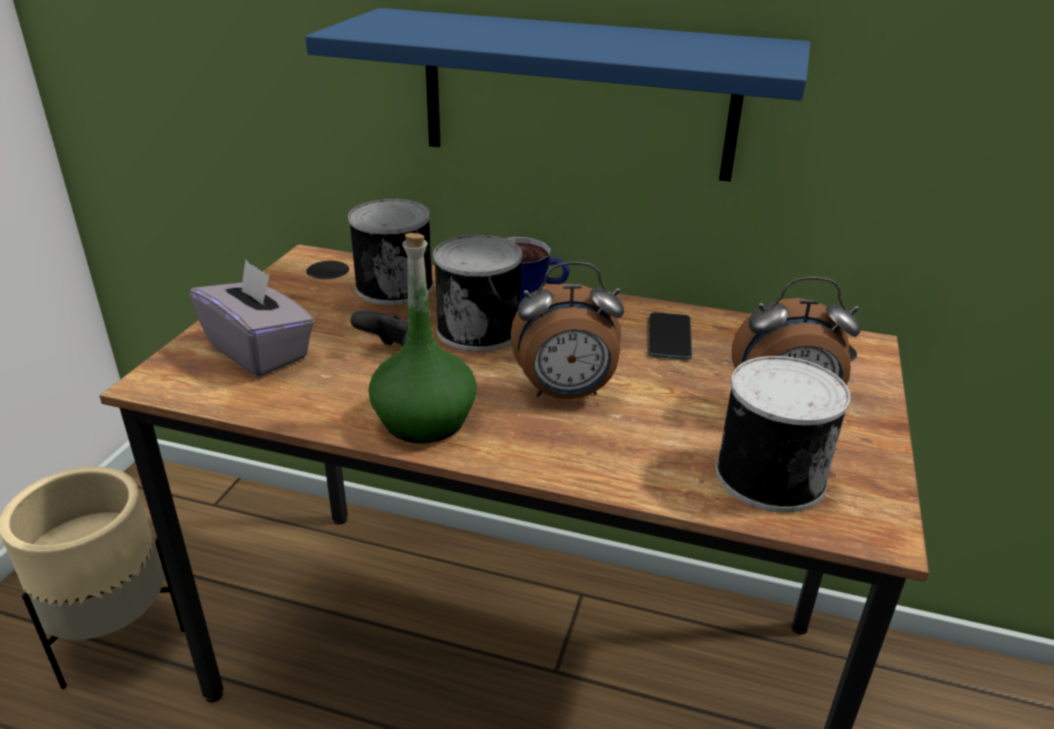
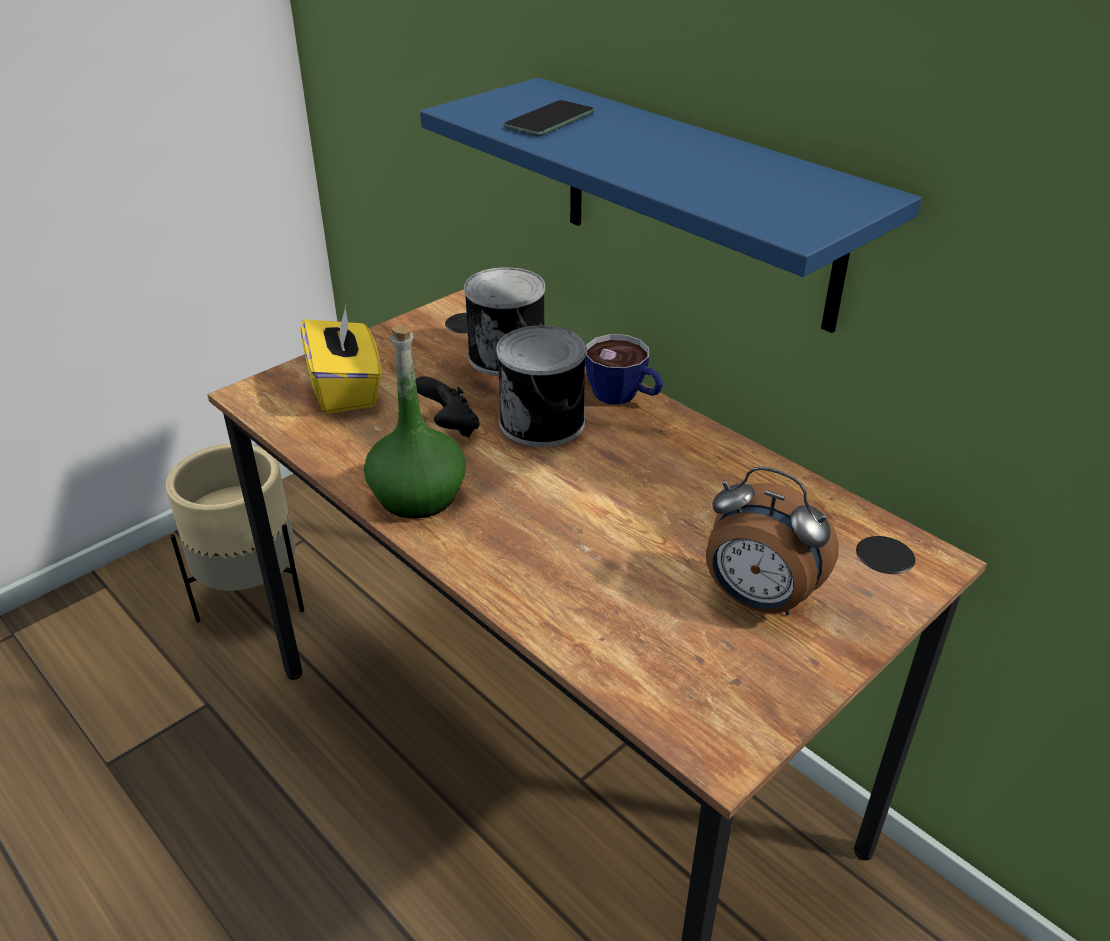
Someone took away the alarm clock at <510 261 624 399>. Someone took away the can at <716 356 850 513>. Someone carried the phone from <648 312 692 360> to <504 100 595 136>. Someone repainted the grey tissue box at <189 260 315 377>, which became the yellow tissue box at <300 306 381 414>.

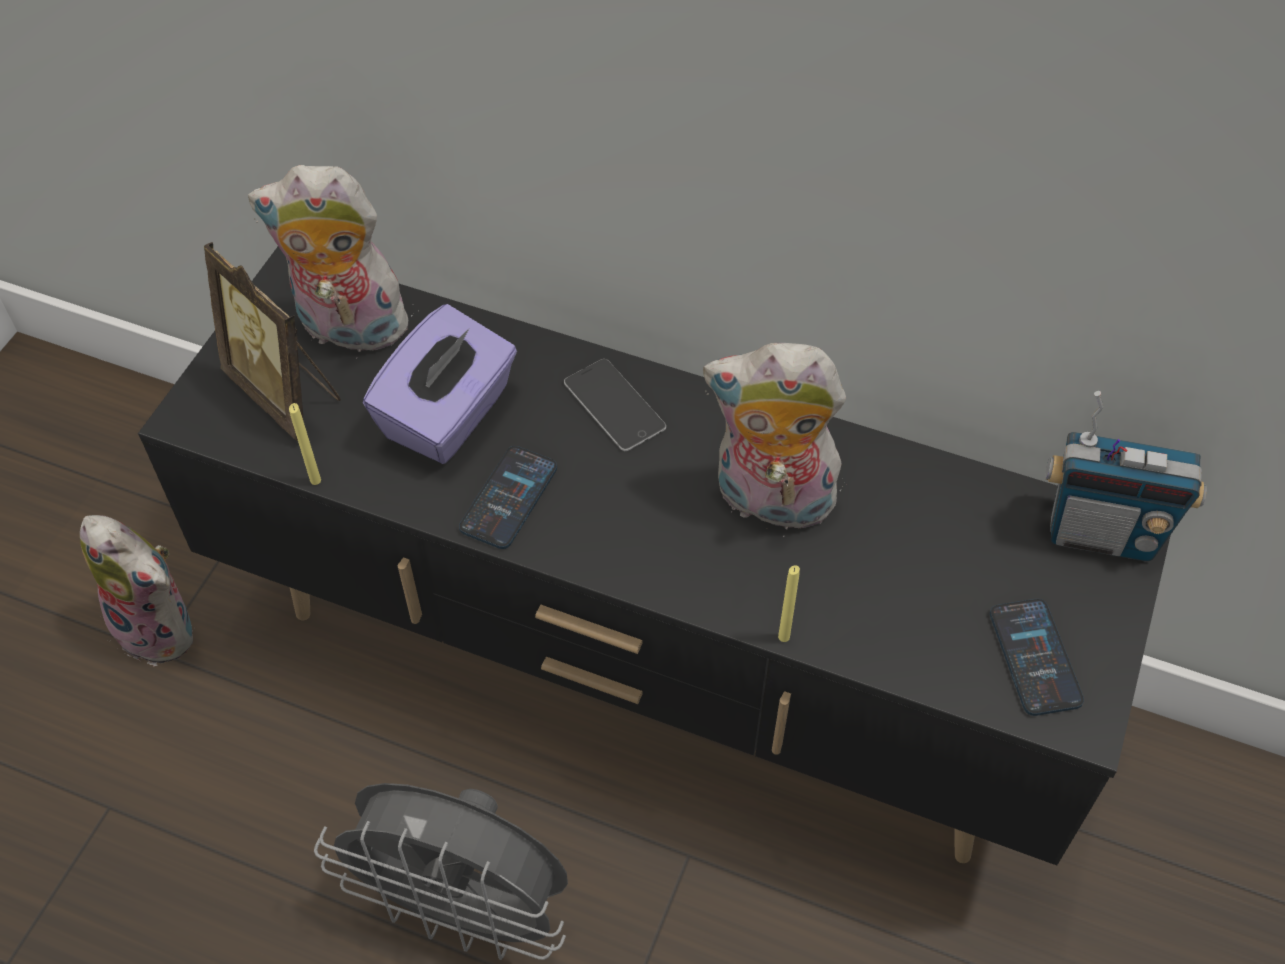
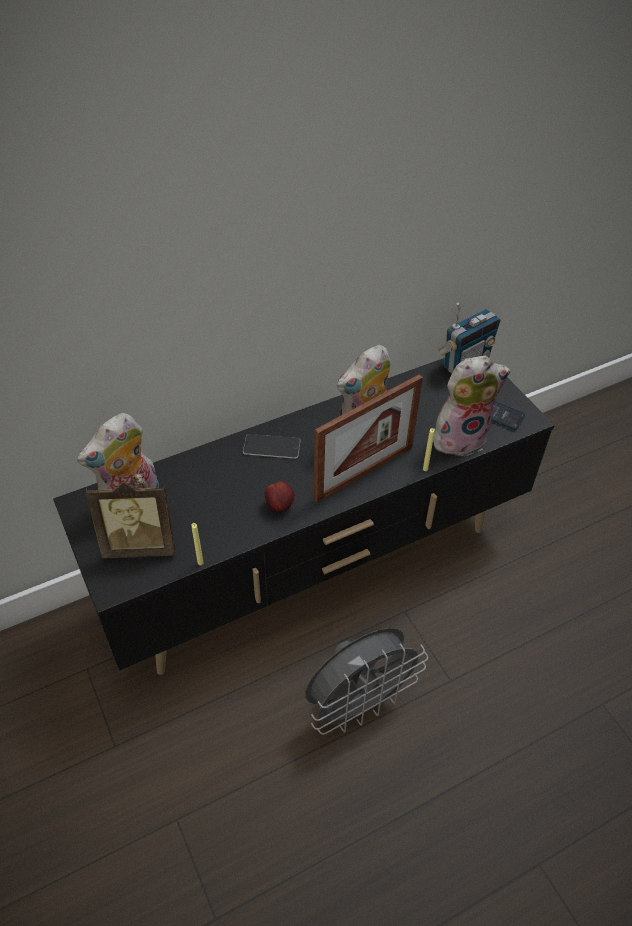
Someone took away the purple tissue box at <363 304 517 464>. Someone put down the picture frame at <314 374 423 503>. Someone carried the plush toy from <80 515 193 666> to <433 356 511 456>. Someone swapped the phone at <459 446 557 549> for the apple at <265 481 295 512>.

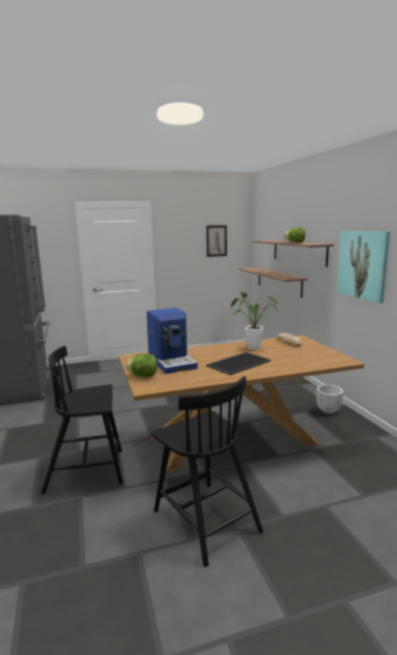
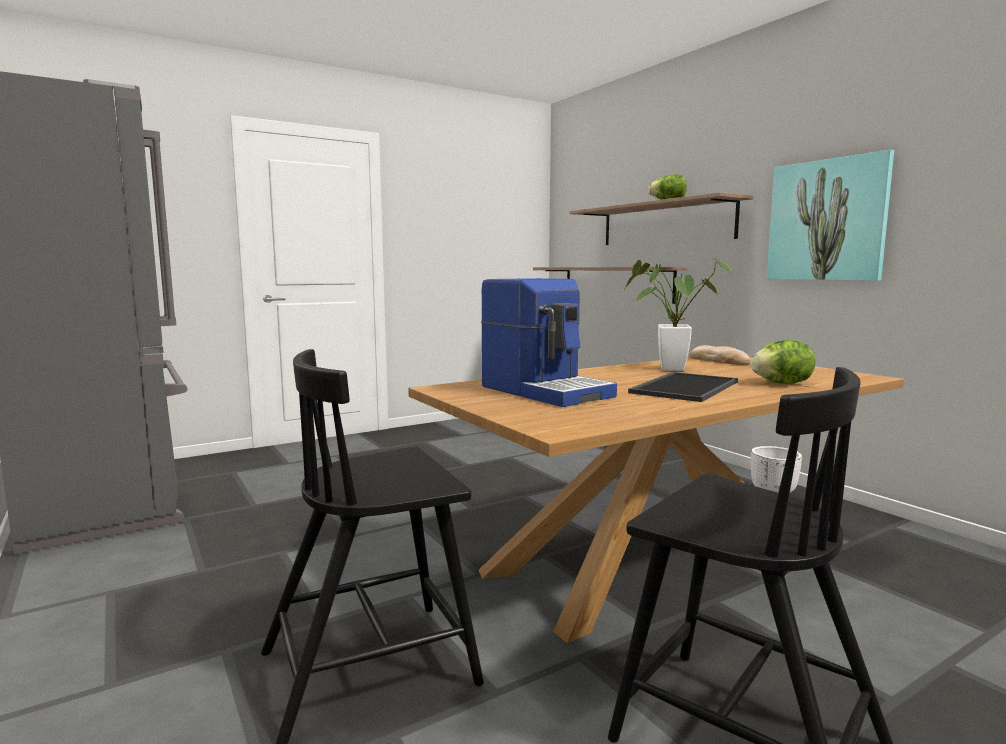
Someone took away the picture at <206 225 227 257>. Someone carried the lettuce from <126 354 158 377> to <750 340 816 384>.

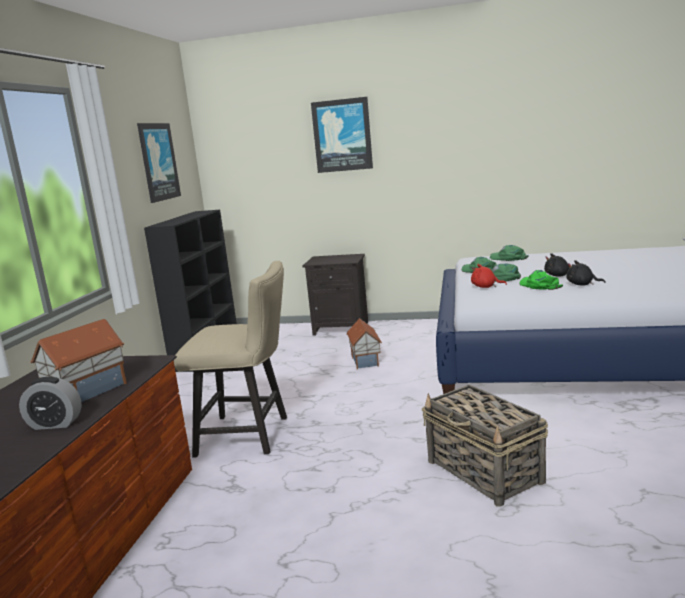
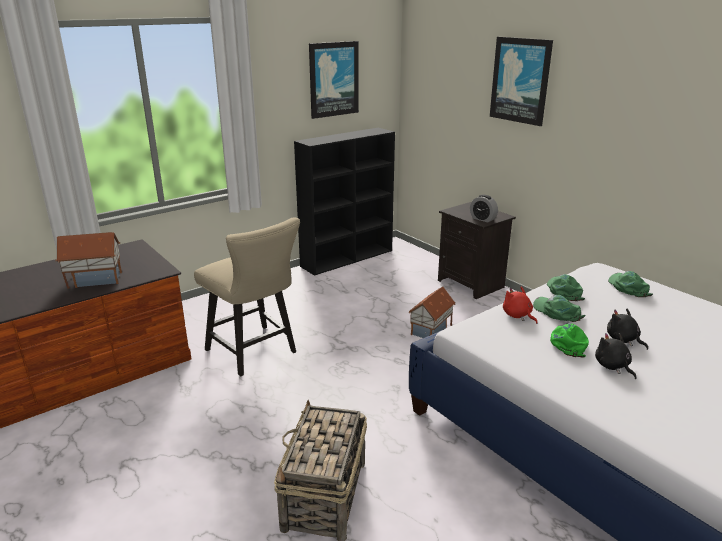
Someone carried the alarm clock from <19 377 82 430> to <470 195 498 222>.

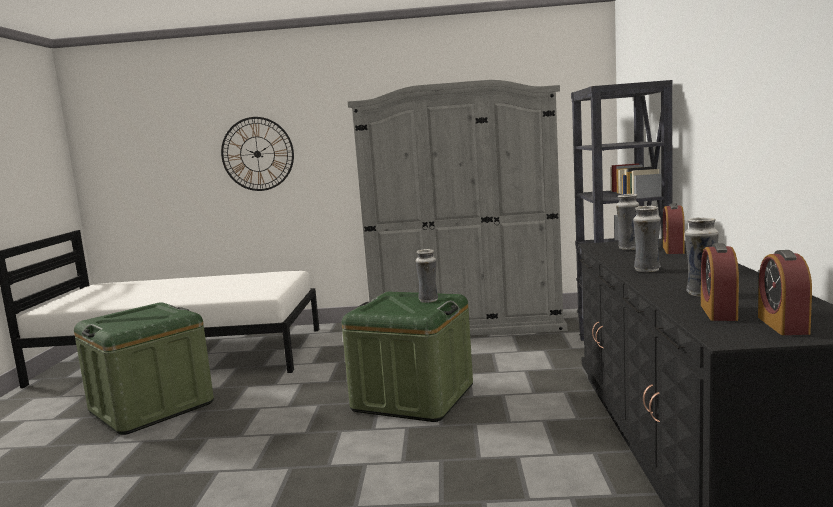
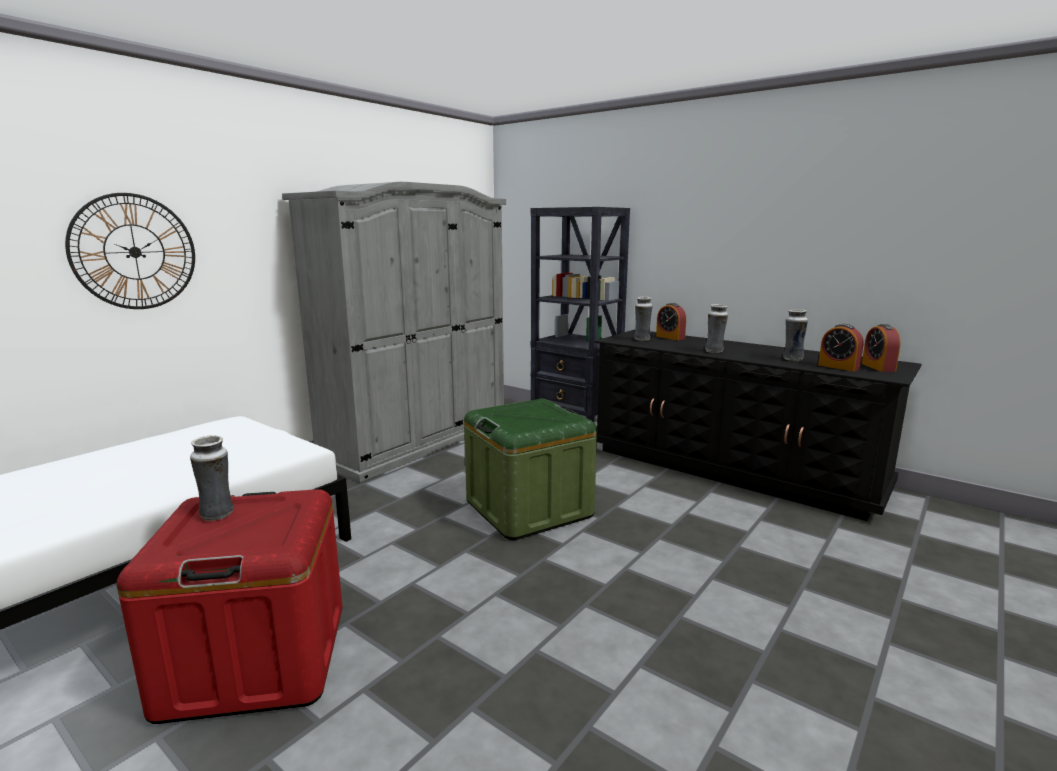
Someone carried the vase from <416 249 438 303> to <190 435 234 521>. Someone repainted the green storage box at <74 302 214 435>, which became the red storage box at <117 489 342 724>. Someone rotated the alarm clock at <758 250 812 335> by 45 degrees clockwise.

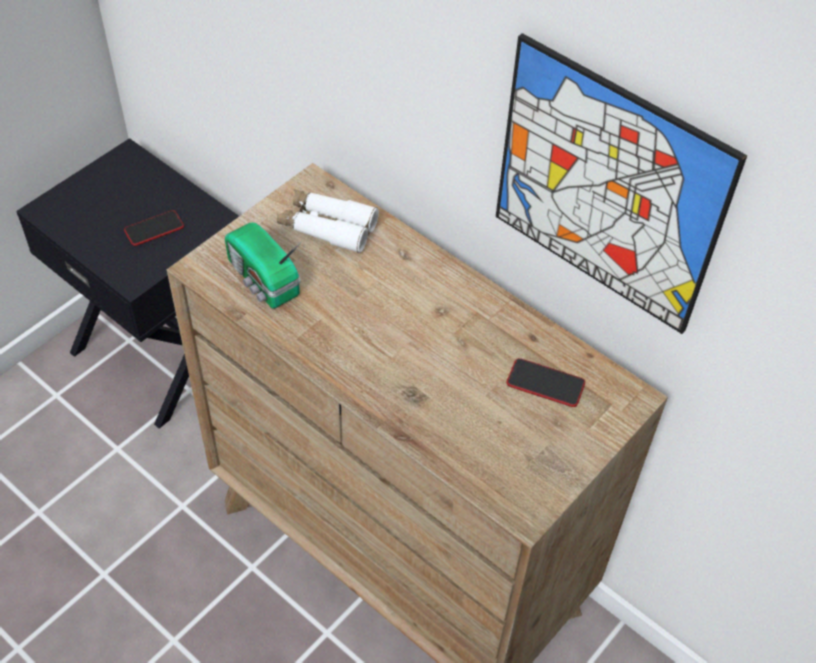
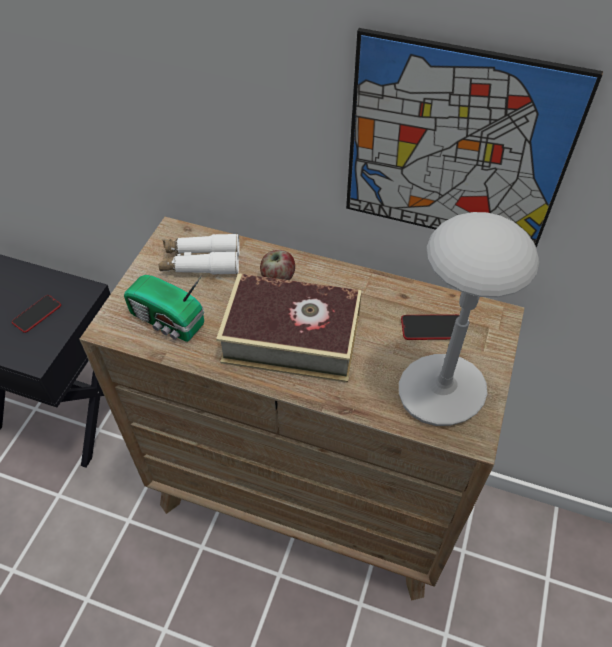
Someone put down the book at <216 273 362 383>. Someone put down the apple at <260 250 295 280>. Someone put down the grey table lamp at <399 212 539 426>.

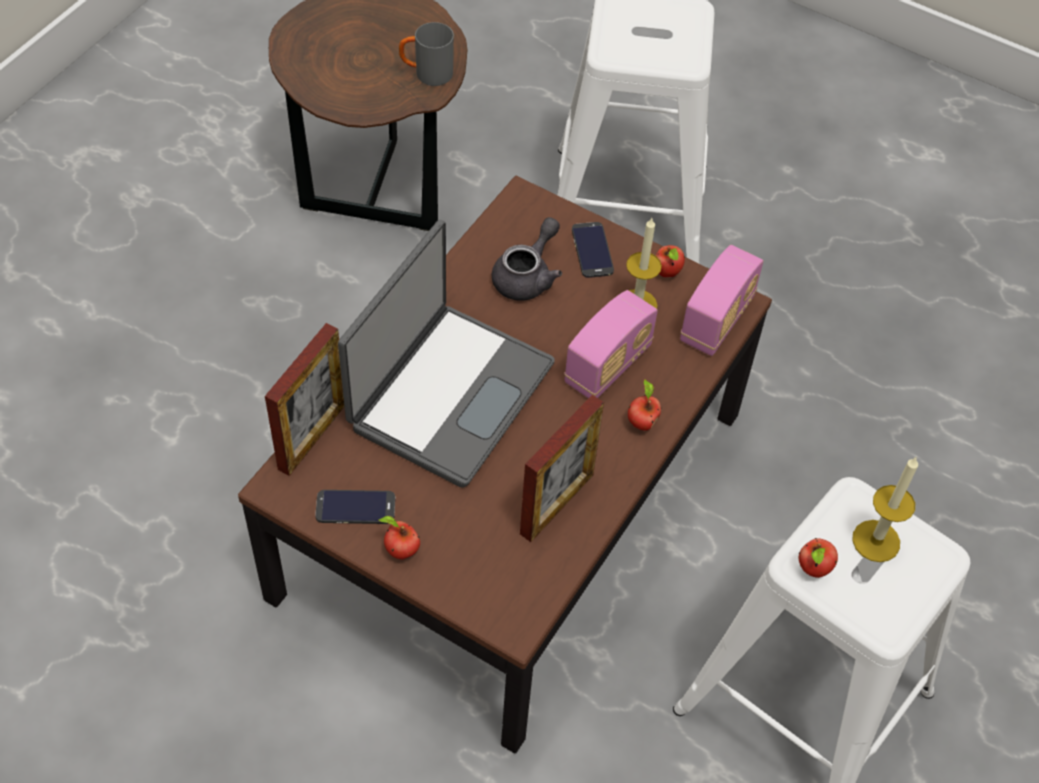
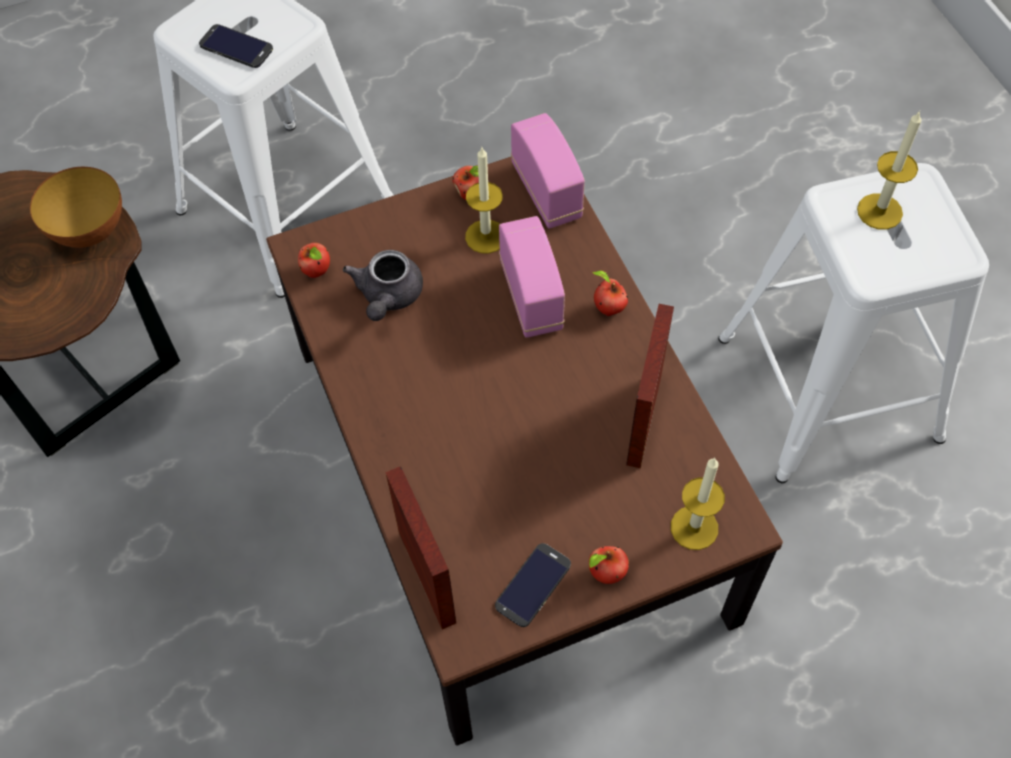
Someone took away the laptop at <338 220 555 488>. Someone put down the candle at <671 457 725 550>. Someone carried the phone from <572 222 614 278> to <199 24 273 68>. Someone carried the apple from <799 538 838 578> to <298 243 330 278>. Someone swapped the grey mug at <399 22 454 86> for the bowl at <30 167 122 248>. Someone rotated the grey teapot at <492 217 562 301> by 150 degrees counterclockwise. Someone rotated the picture frame at <520 395 604 542> by 150 degrees counterclockwise.

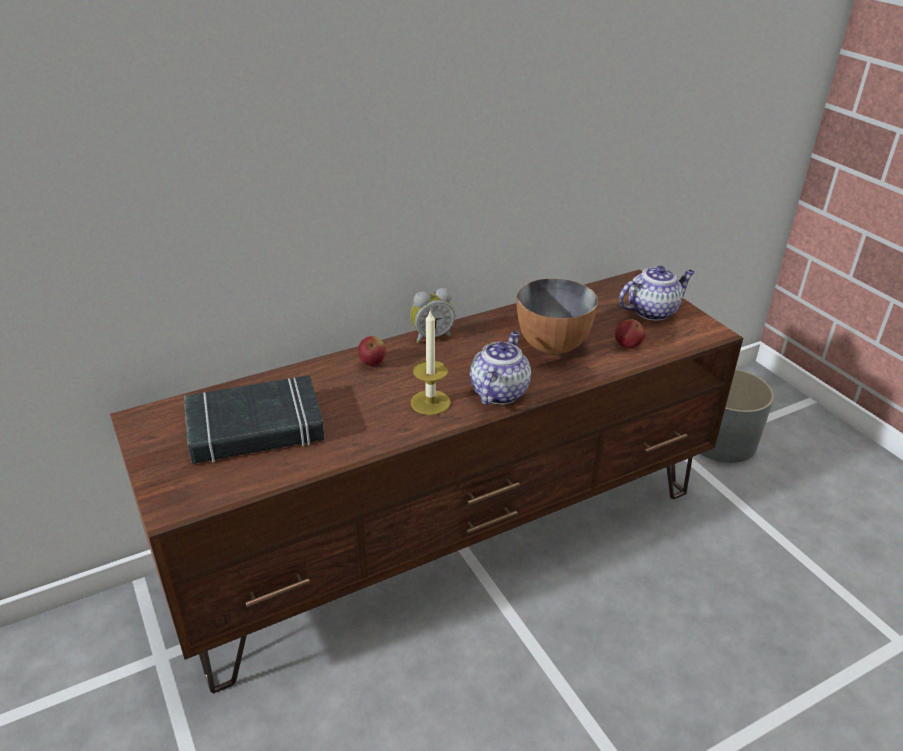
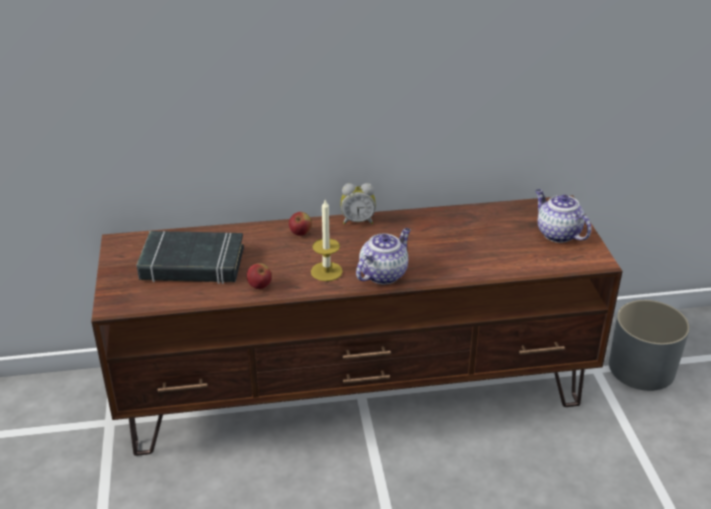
Someone took away the bowl at <517 278 598 354>. Someone carried the apple from <615 319 646 349> to <247 263 272 289>. Someone rotated the teapot at <619 266 695 321> by 120 degrees counterclockwise.

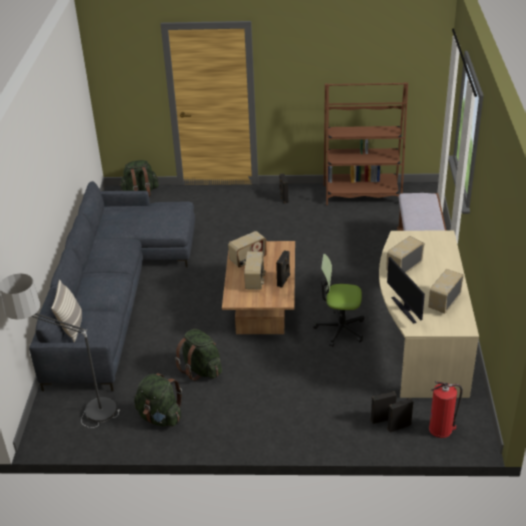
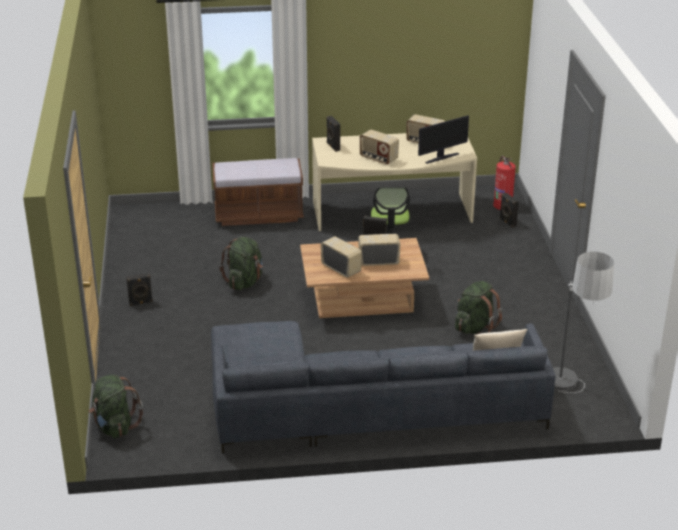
Someone took away the brown bookcase at <324 82 408 205>. Someone carried the green backpack from <134 373 182 426> to <220 237 263 290>. Someone carried the black speaker from <370 391 397 424> to <326 116 340 152>.

